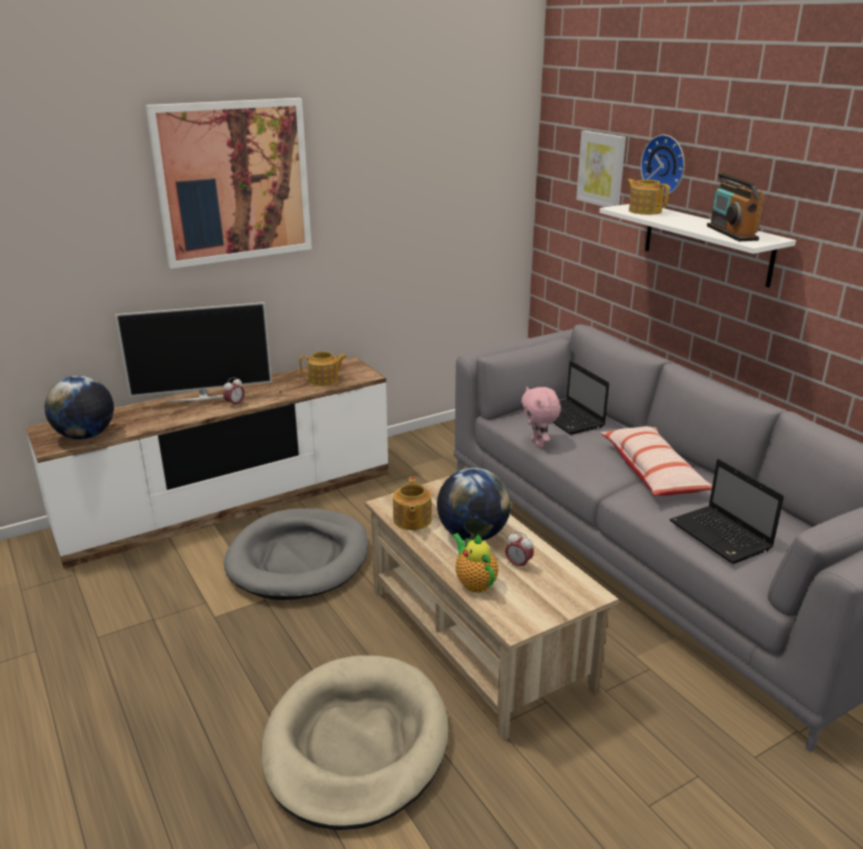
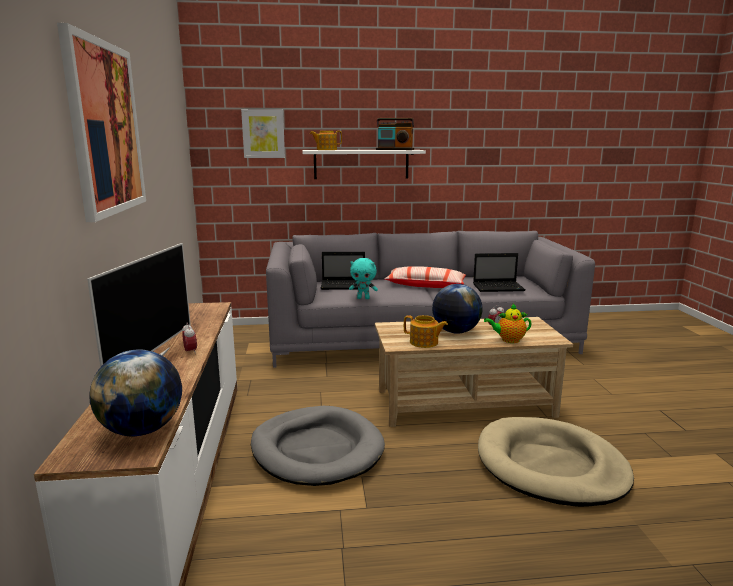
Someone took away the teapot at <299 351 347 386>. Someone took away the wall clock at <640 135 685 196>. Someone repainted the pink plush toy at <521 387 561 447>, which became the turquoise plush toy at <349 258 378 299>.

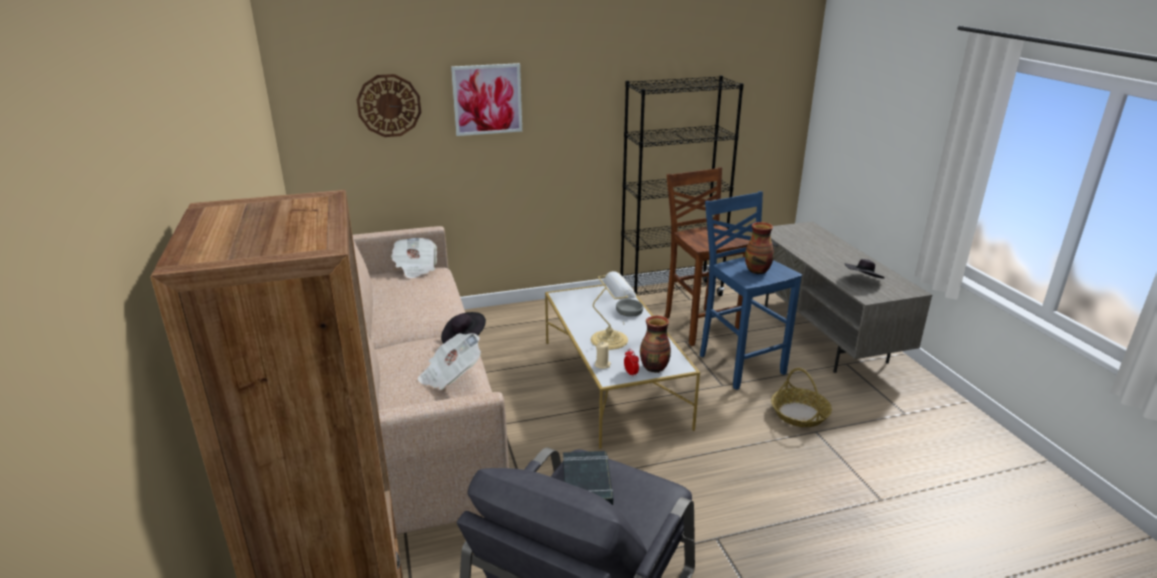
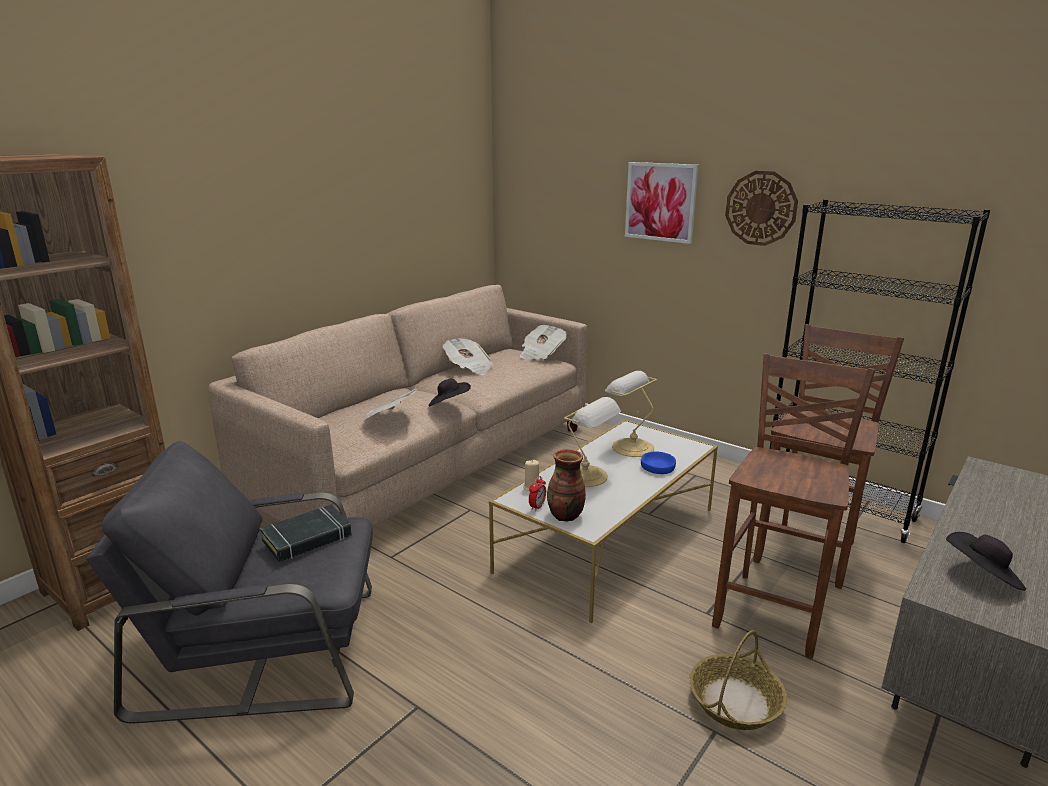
Someone took away the vase at <745 222 774 274>. Someone put down the newspaper at <443 338 493 375>. Someone put down the table lamp at <605 371 657 457>. Someone carried the wall clock from <356 74 421 137> to <725 171 798 246>. Someone repainted the grey bowl at <616 299 643 317>, which became the blue bowl at <641 451 676 474>. Someone repainted the blue stool at <700 191 802 390>, which became the brown stool at <712 353 875 659>.

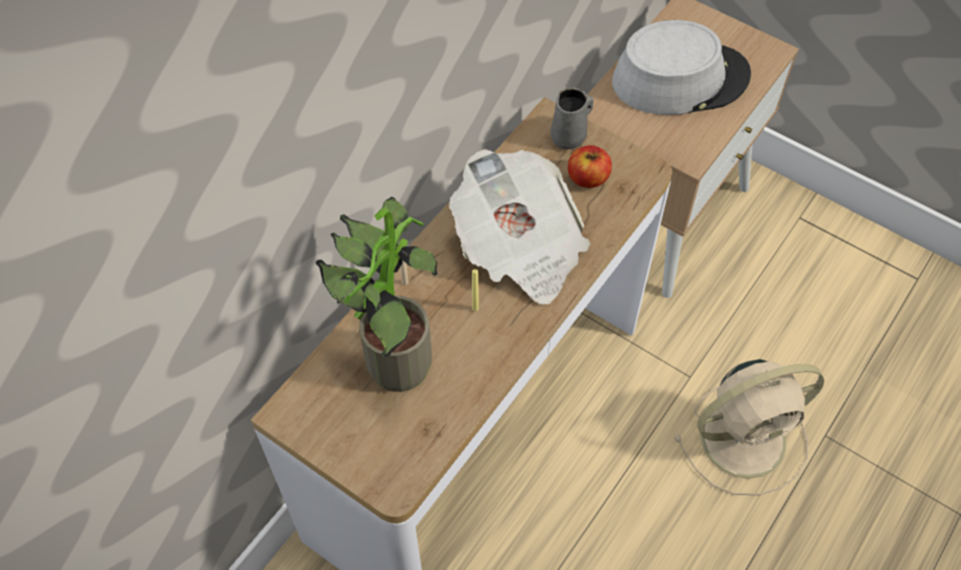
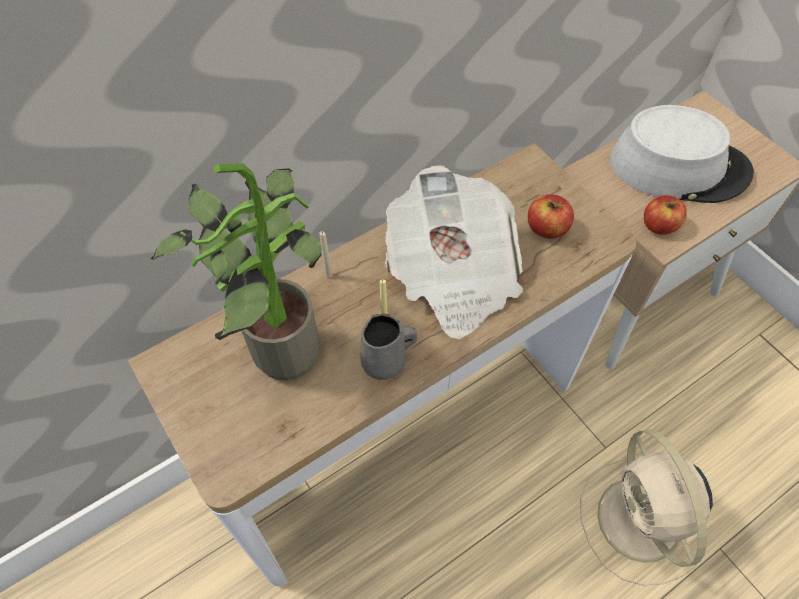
Someone put down the apple at <644 195 687 235>. Someone carried the grey mug from <550 88 593 149> to <360 314 417 380>. Someone rotated the beige fan at <674 359 824 495> by 75 degrees clockwise.

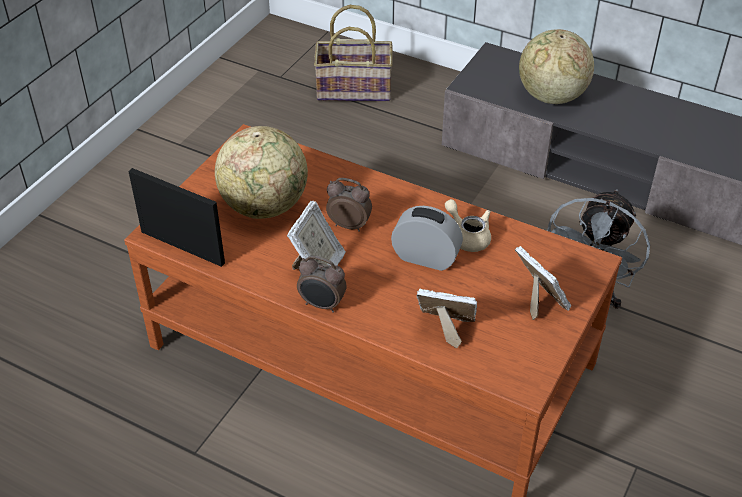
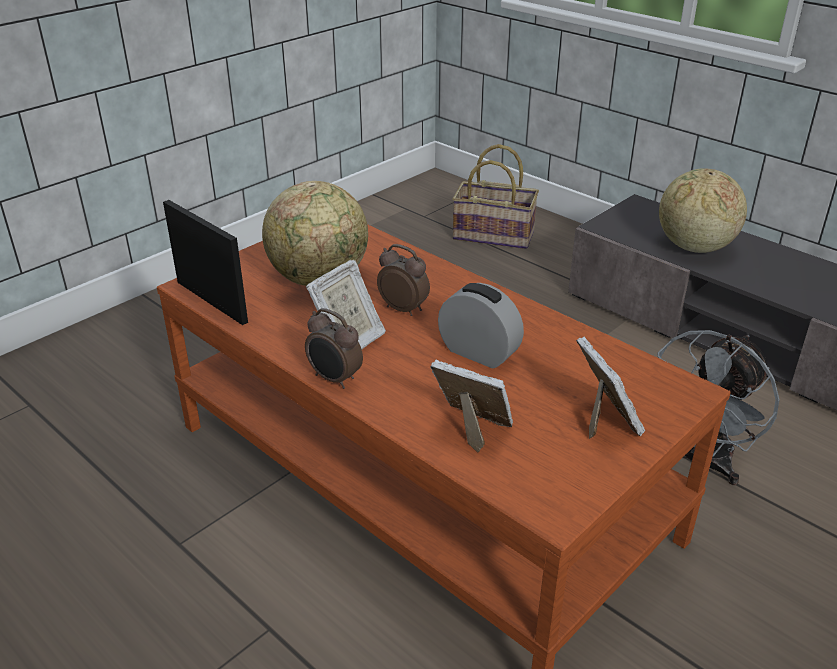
Someone took away the beige teapot at <445 199 491 252>.

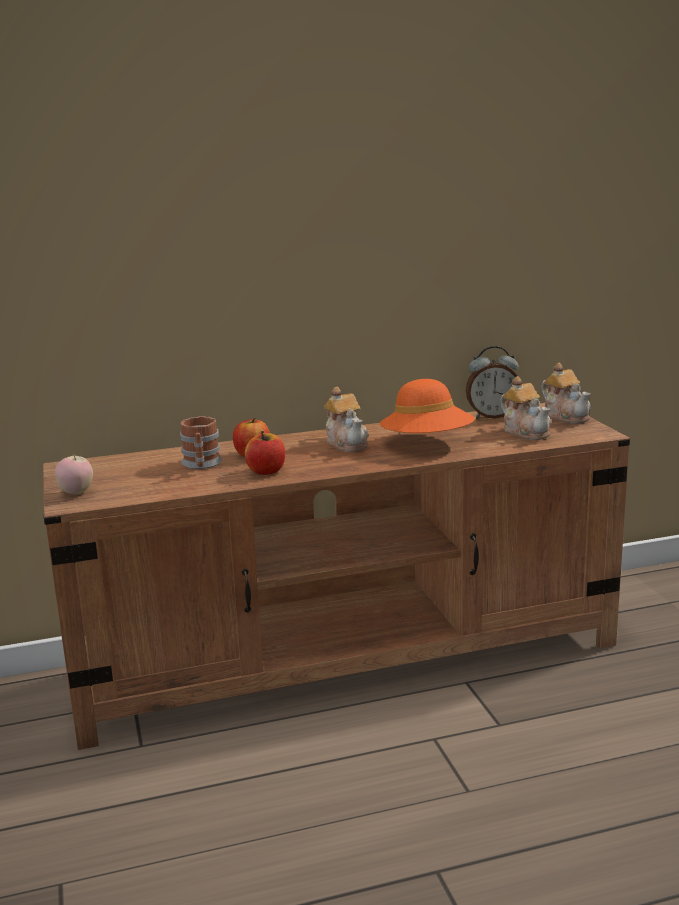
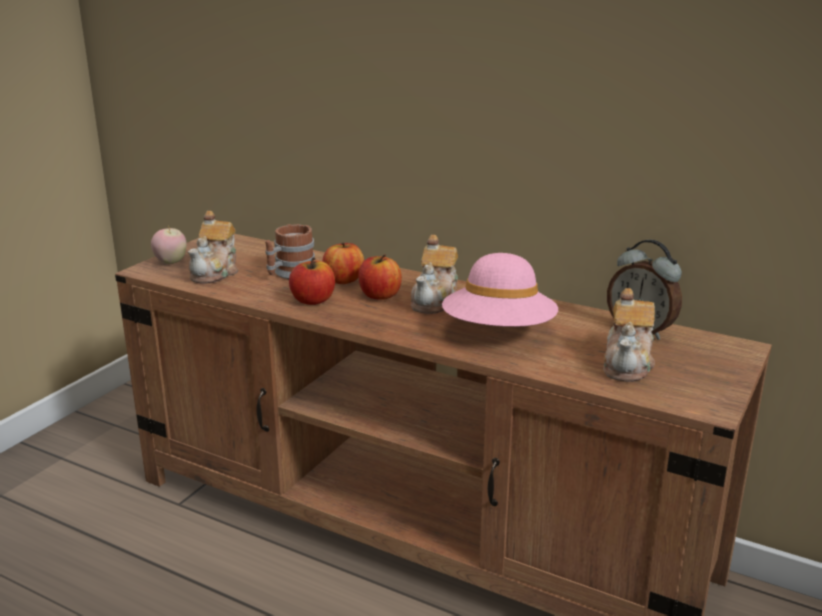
Someone put down the apple at <359 254 402 300>. Someone carried the teapot from <542 363 591 424> to <188 211 238 284>. Someone repainted the orange hat at <380 379 475 433>, which became the pink hat at <442 253 558 327>.

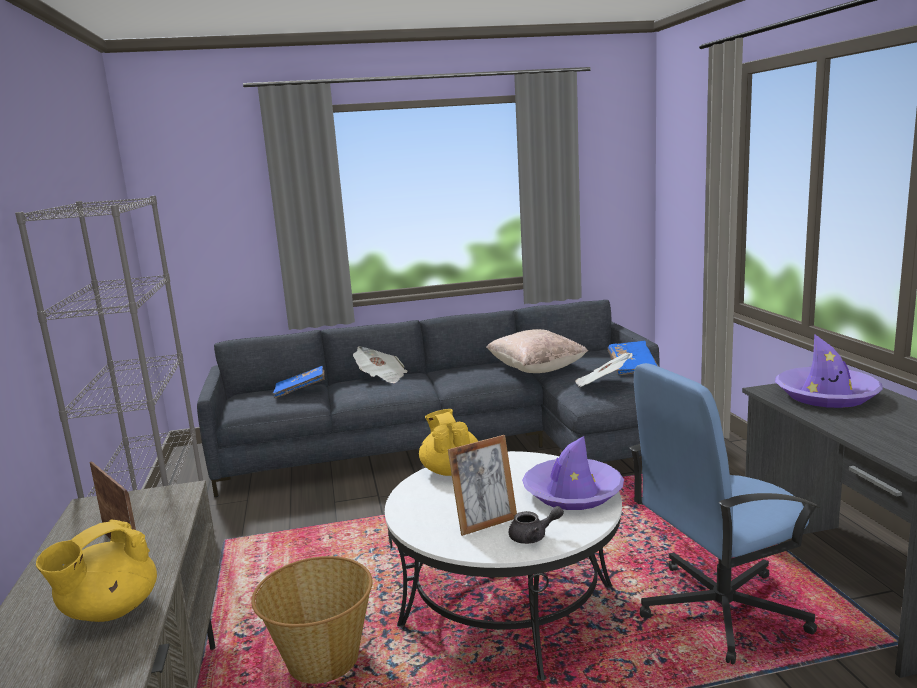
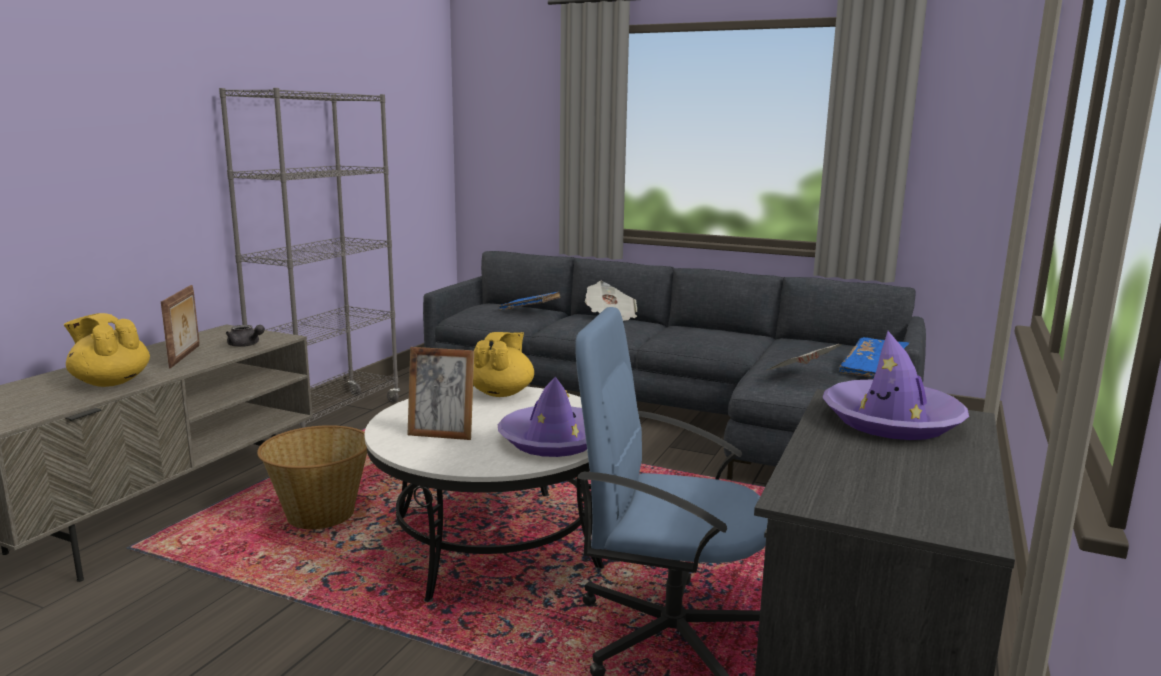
Someone took away the beige pillow at <486 329 588 373>. Someone carried the grey teapot from <509 506 564 544> to <226 325 265 347>. Someone rotated the yellow teapot at <36 520 157 622> by 45 degrees clockwise.

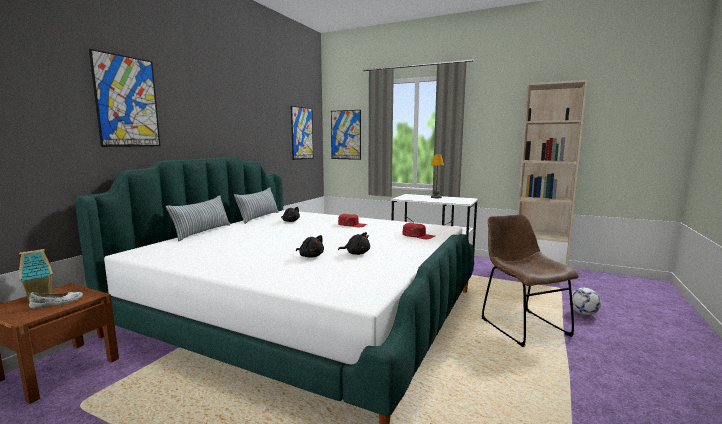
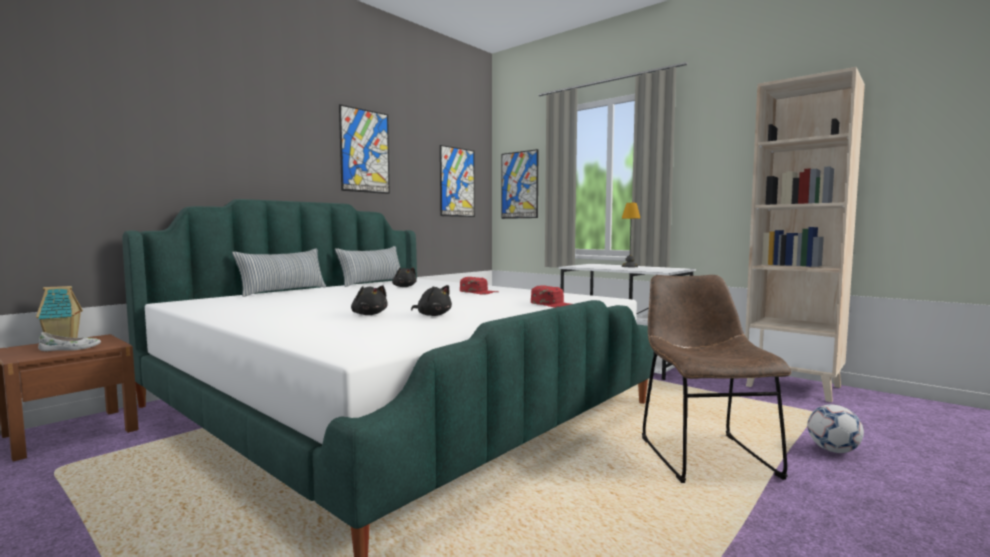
Someone carried the picture from <89 49 161 147> to <339 104 390 194>.

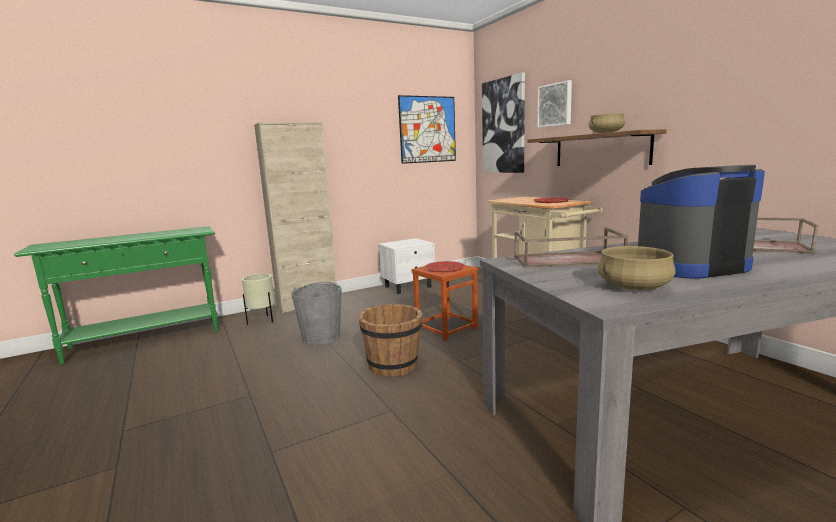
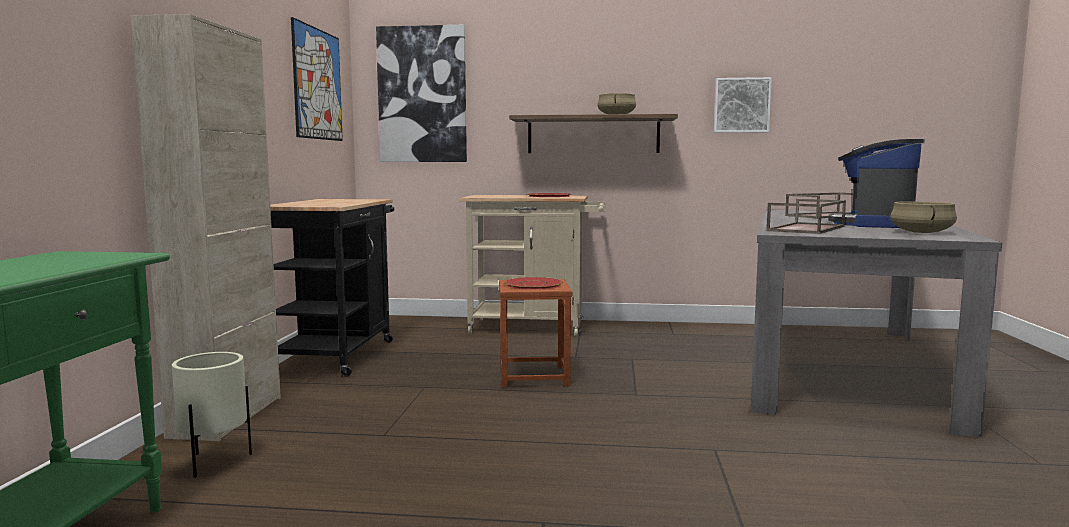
Someone took away the grey bucket at <291 282 342 345>. Someone took away the brown bucket at <359 304 423 376>. Someone carried the picture from <537 80 572 128> to <714 77 772 133>. Someone swapped the white nightstand at <378 238 435 294> for the black cart at <270 199 394 377>.

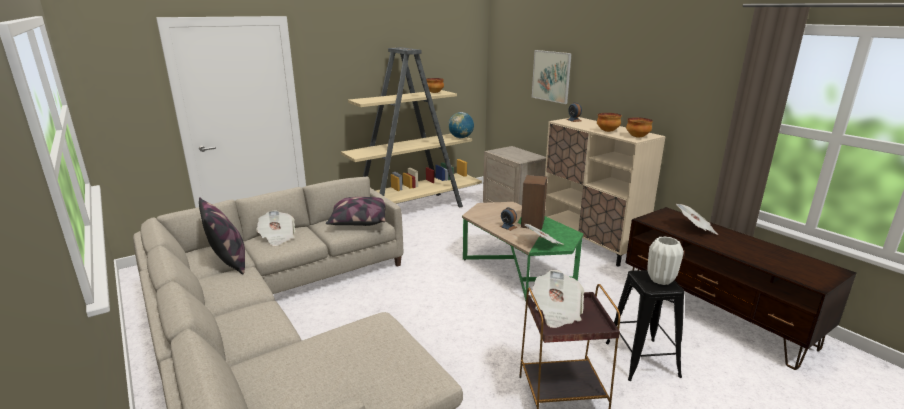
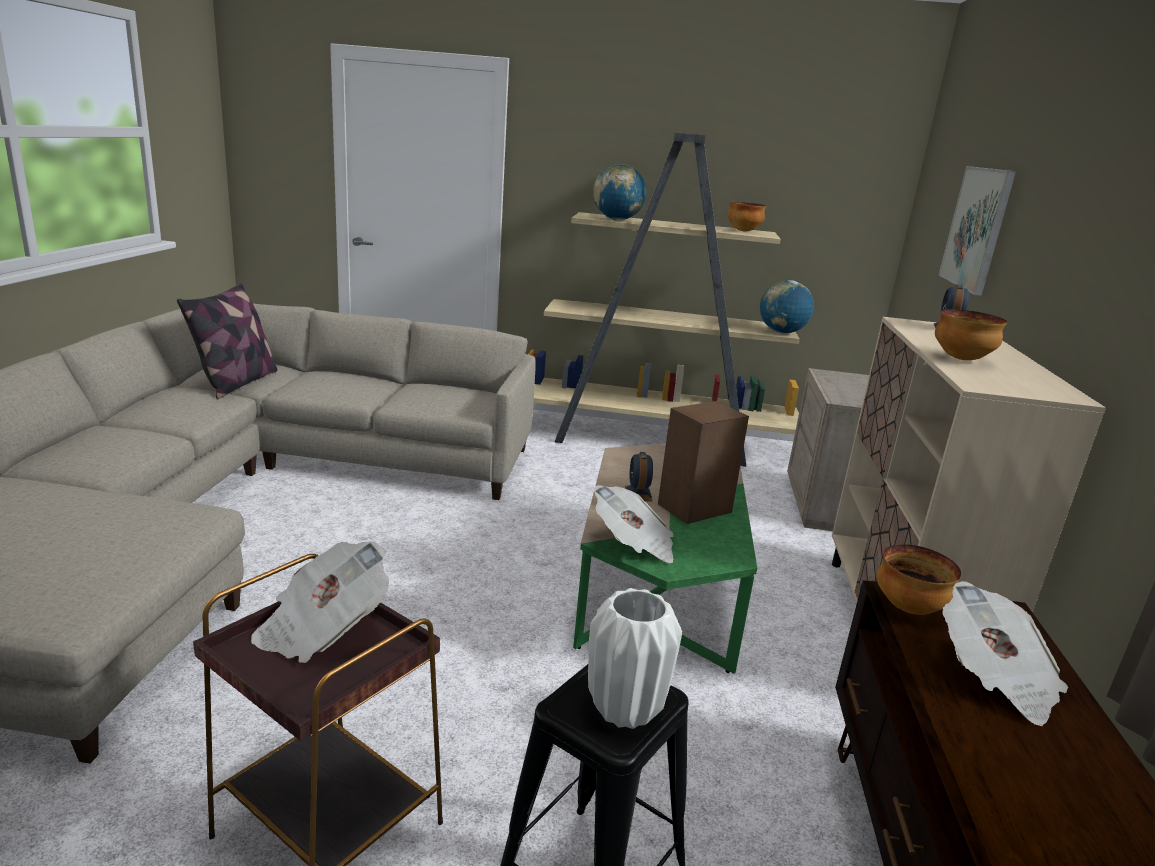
Someone took away the newspaper at <256 210 295 246>. Someone took away the pillow at <326 197 386 226>. Someone put down the globe at <593 164 646 220>. Someone carried the bowl from <626 117 653 138> to <877 544 961 615>.

